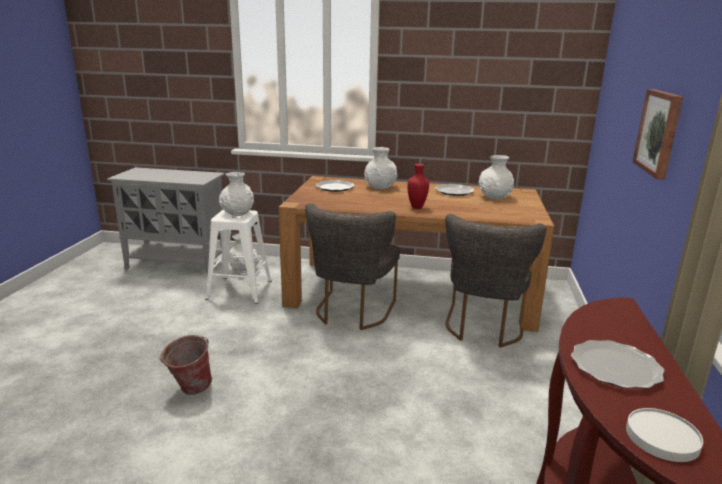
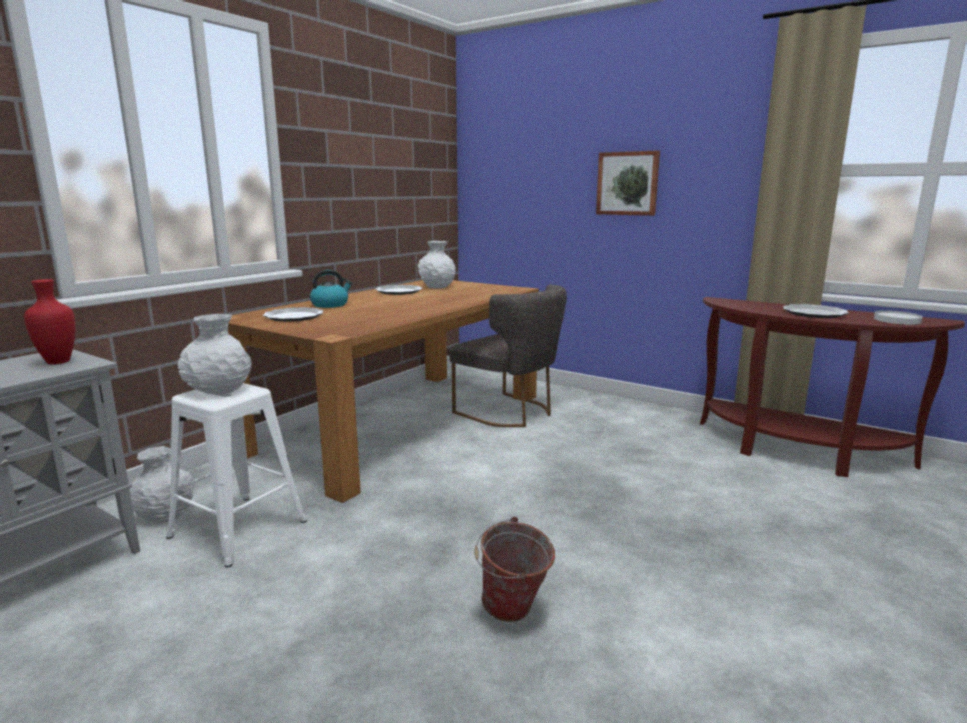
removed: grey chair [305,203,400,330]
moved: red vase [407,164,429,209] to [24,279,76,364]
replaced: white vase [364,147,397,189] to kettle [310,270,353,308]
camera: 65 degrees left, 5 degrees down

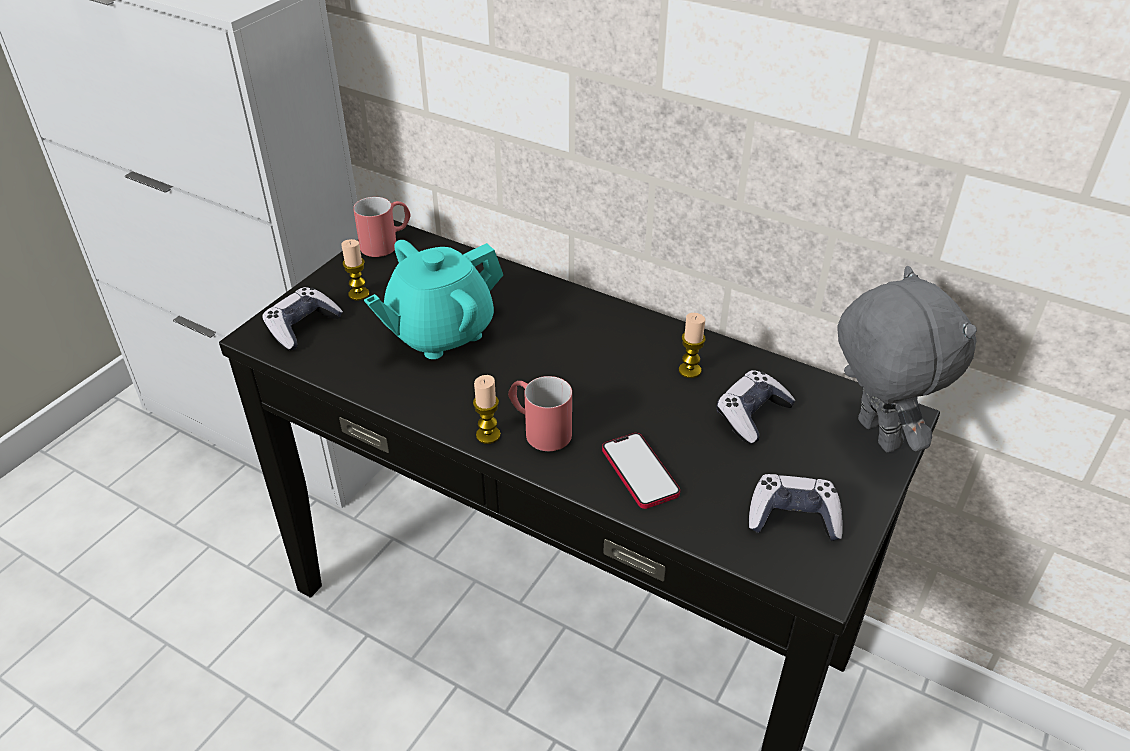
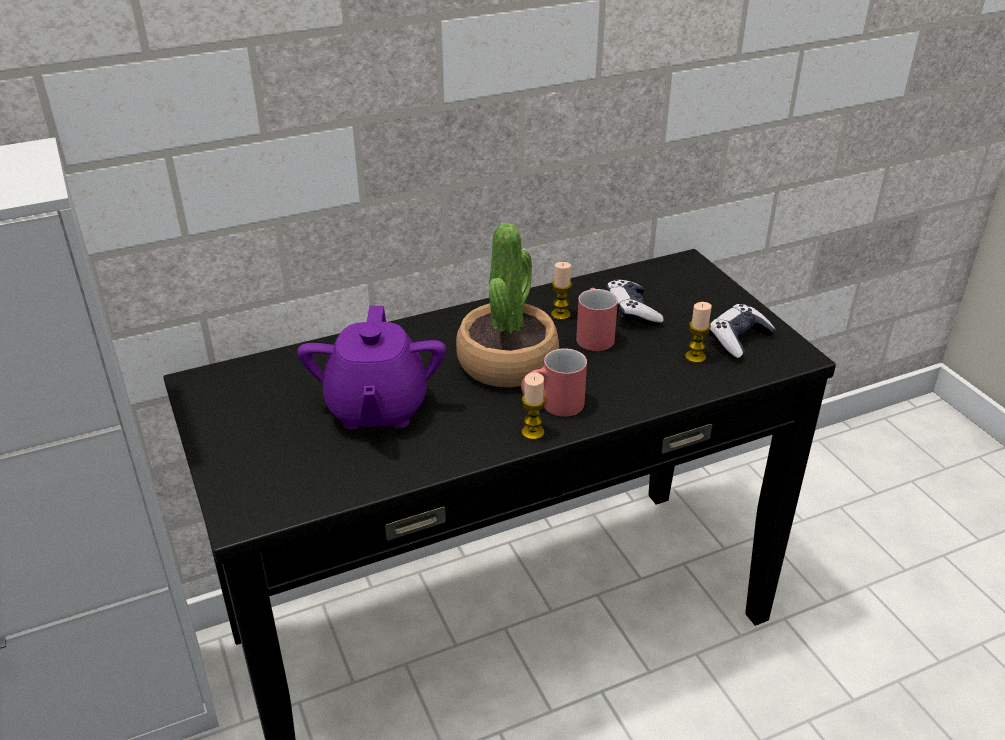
removed: game controller [262,287,343,350]; phone [602,433,680,509]; grey plush toy [837,266,977,453]
added: potted plant [456,223,559,387]
moved: candle [341,239,369,301] to [685,302,712,363]; red mug [353,197,410,257] to [576,288,618,351]
recoloured: turquoise teapot [364,240,503,359] to purple teapot [297,306,446,430]
camera: 55 degrees left, 5 degrees down

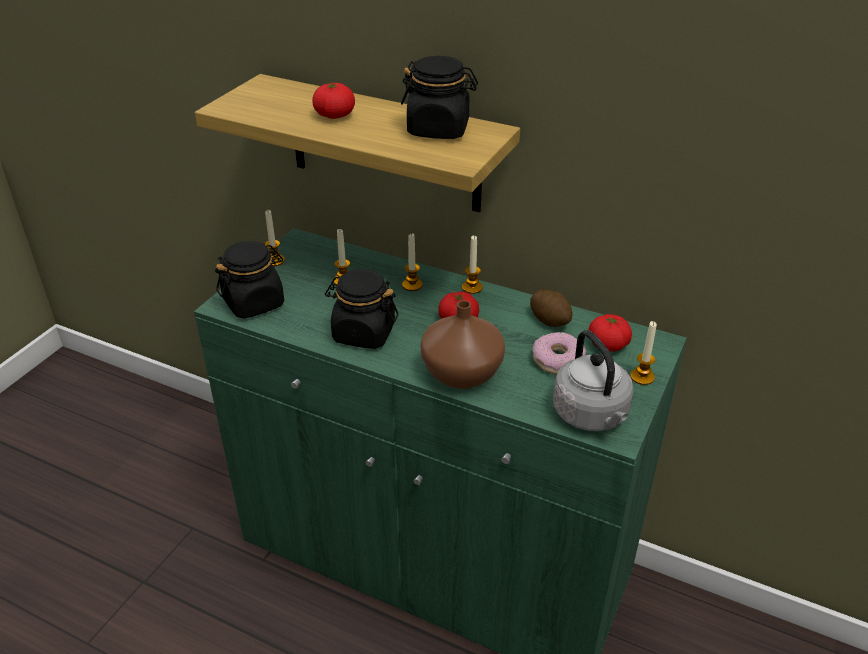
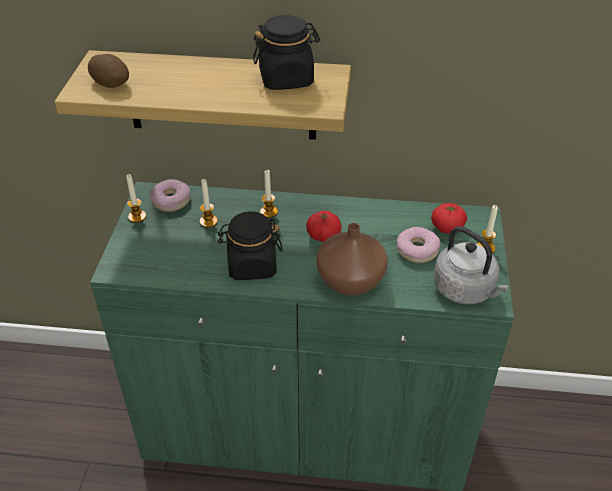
removed: black jar [215,241,284,319]; tomato [312,83,355,119]; candle [462,235,483,294]
added: donut [150,179,191,212]
moved: potato [530,289,573,327] to [88,54,129,88]
camera: 20 degrees left, 5 degrees up

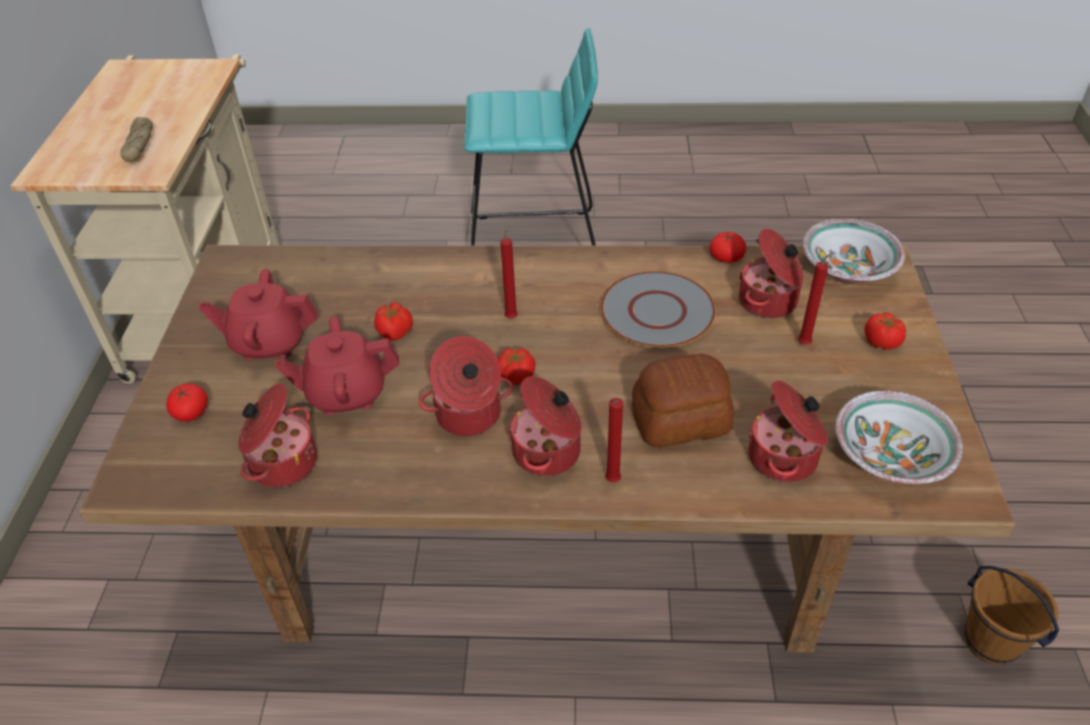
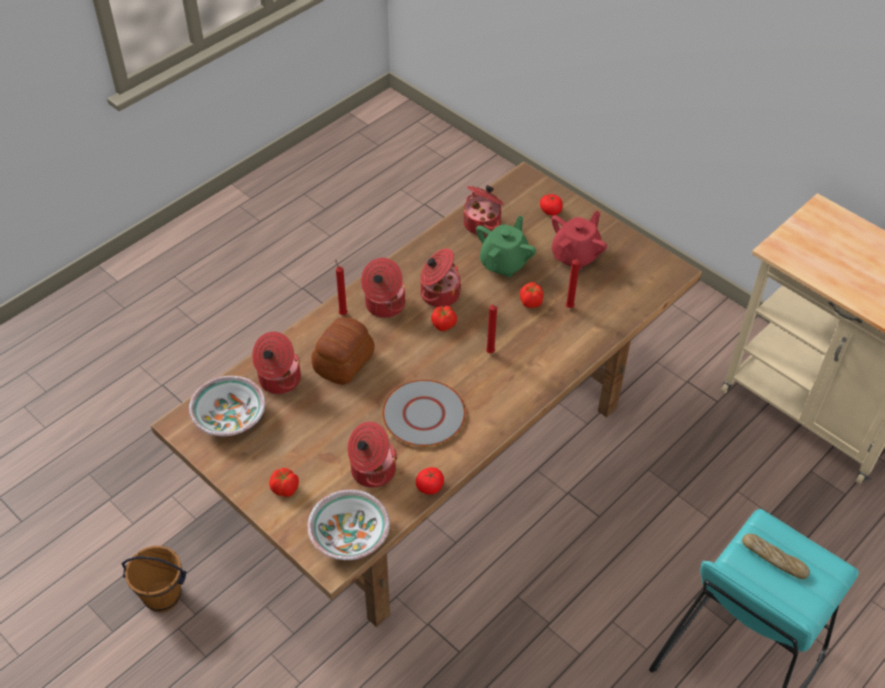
moved: bread [121,117,153,162] to [742,534,810,579]; red candle [798,252,834,344] to [566,259,580,308]
recoloured: red teapot [275,316,400,415] to green teapot [476,216,536,277]
camera: 130 degrees right, 5 degrees up

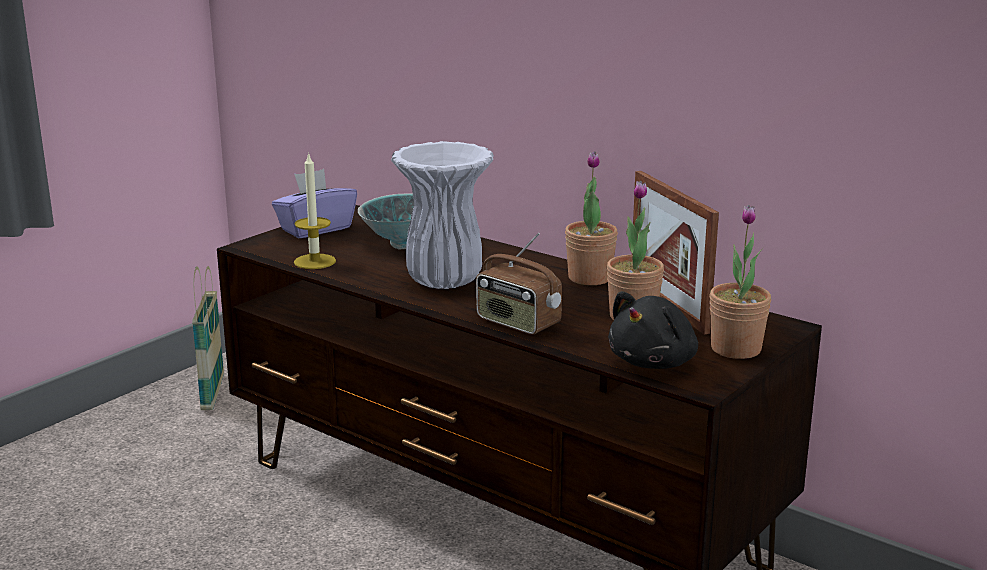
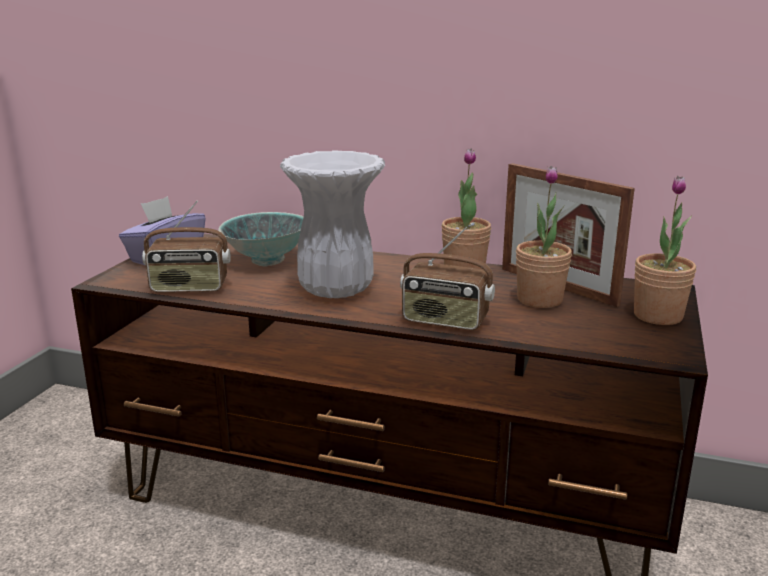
removed: basket [192,266,224,410]; black plush toy [608,291,698,369]
replaced: candle [294,152,336,269] to radio [142,200,231,292]
camera: 20 degrees left, 0 degrees up

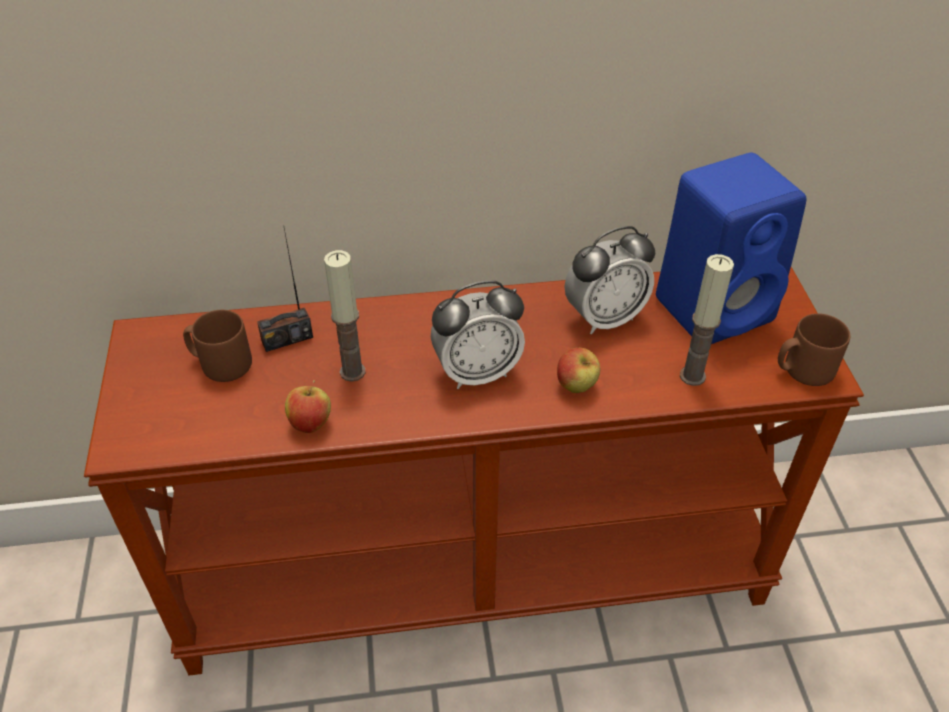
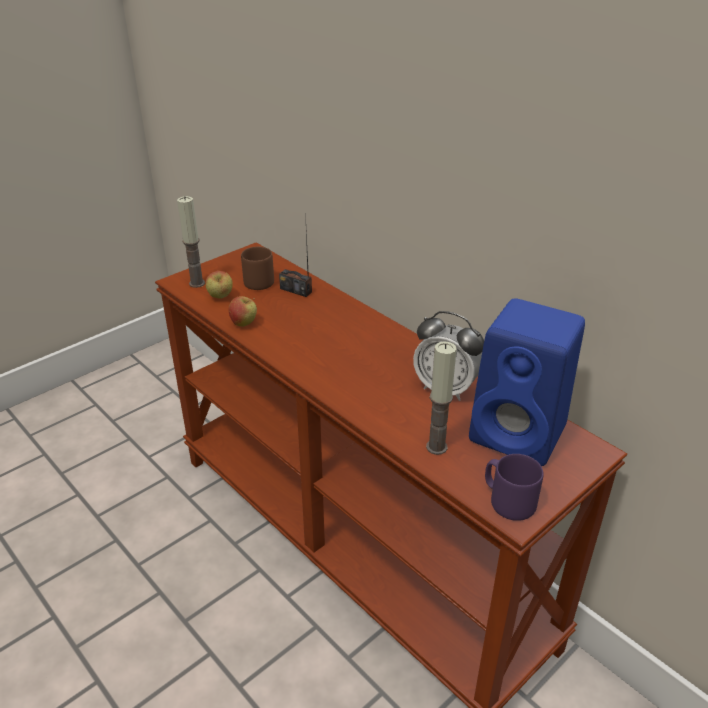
removed: alarm clock [431,280,525,389]
moved: candle [324,250,365,382] to [177,196,205,288]; apple [557,348,600,393] to [206,271,233,299]
recoloured: brown mug [778,313,850,386] to purple mug [485,454,544,521]
camera: 55 degrees right, 10 degrees down

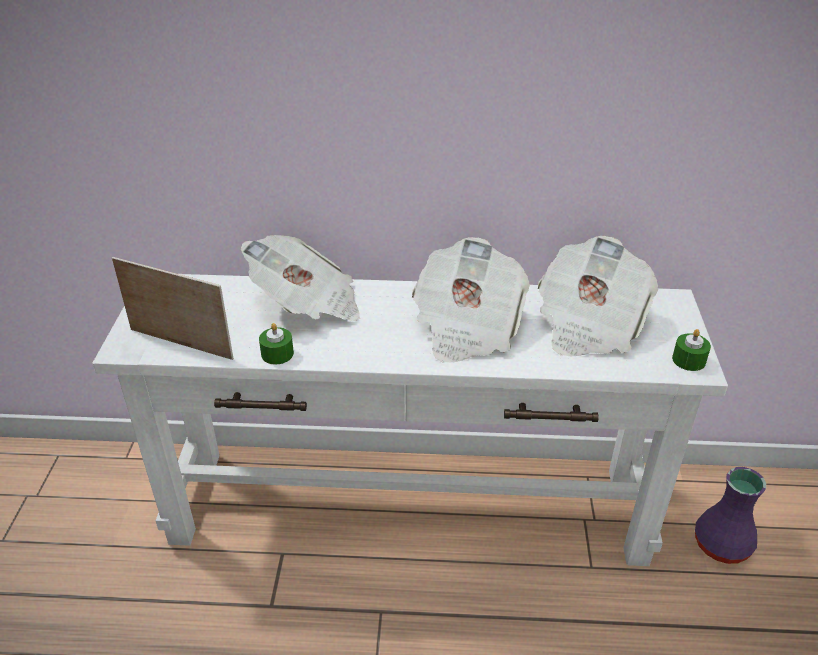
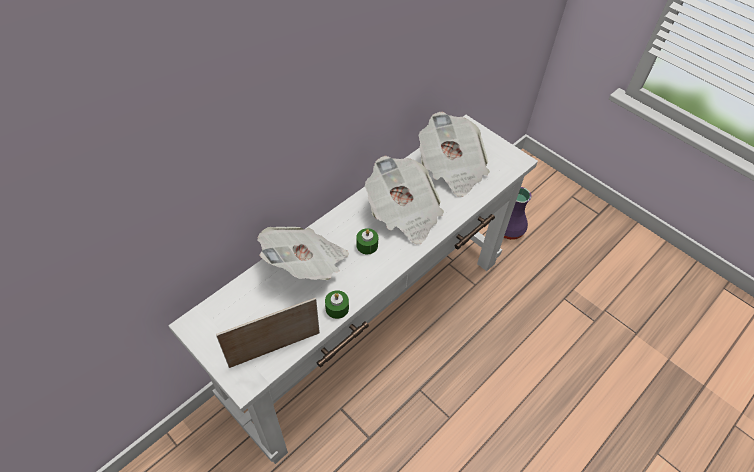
moved: green candle [672,329,711,371] to [356,228,378,254]
camera: 50 degrees left, 15 degrees up

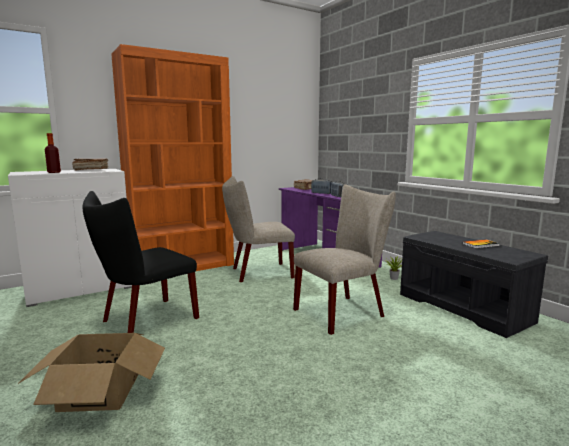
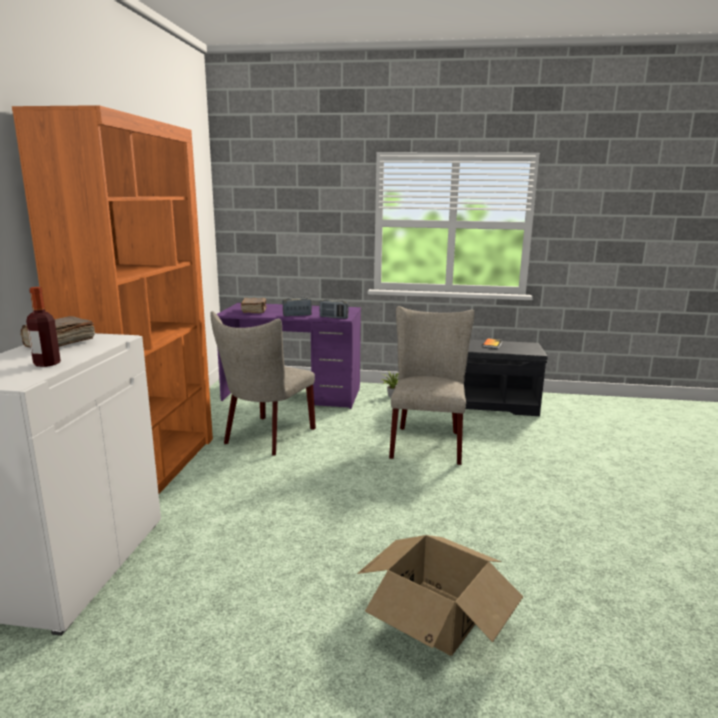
removed: black chair [83,191,199,333]
camera: 50 degrees left, 5 degrees up

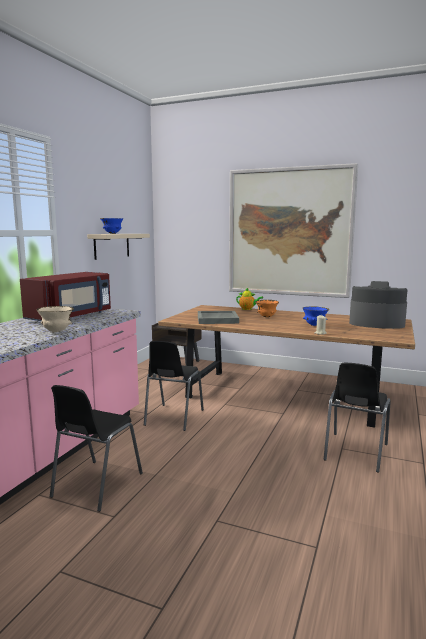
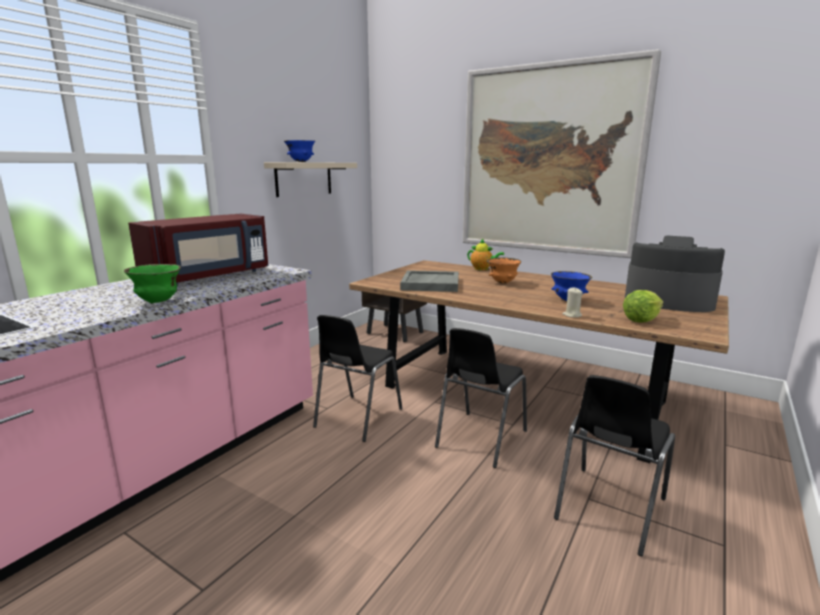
added: lettuce [623,290,664,323]
moved: black chair [50,385,143,512] to [435,328,527,468]
recoloured: beige bowl [37,306,74,333] to green bowl [124,264,181,303]
camera: 10 degrees right, 5 degrees up

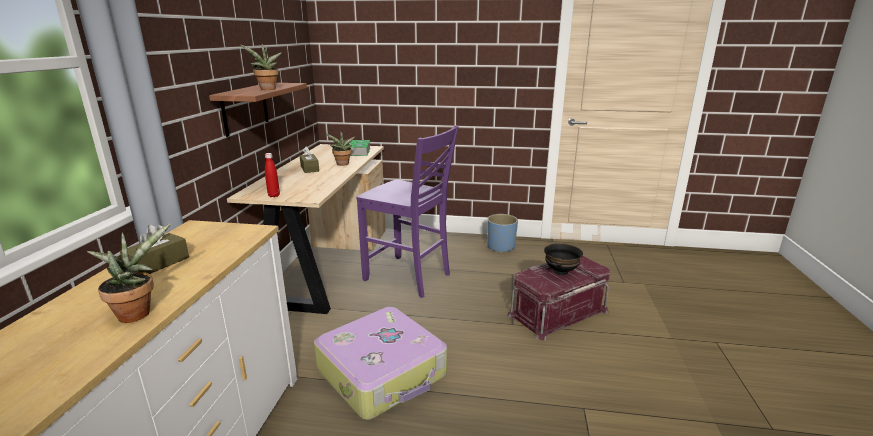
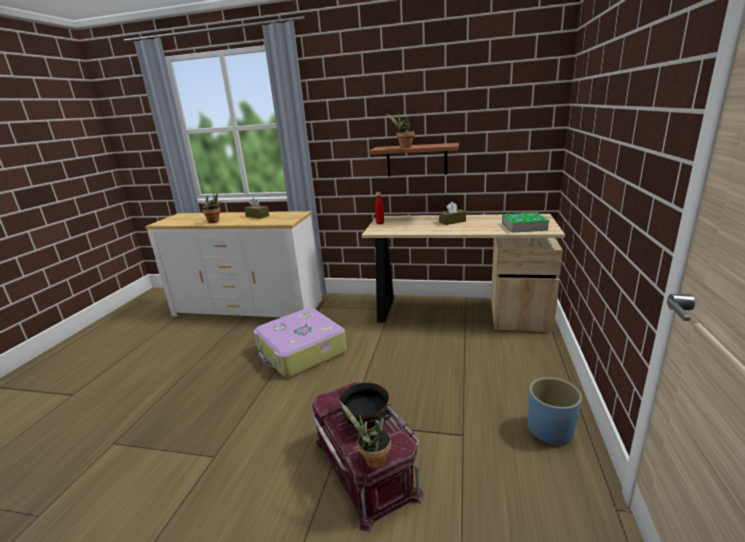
removed: purple chair [356,126,459,298]
moved: potted plant [326,132,356,166] to [339,401,391,469]
camera: 95 degrees right, 0 degrees up

